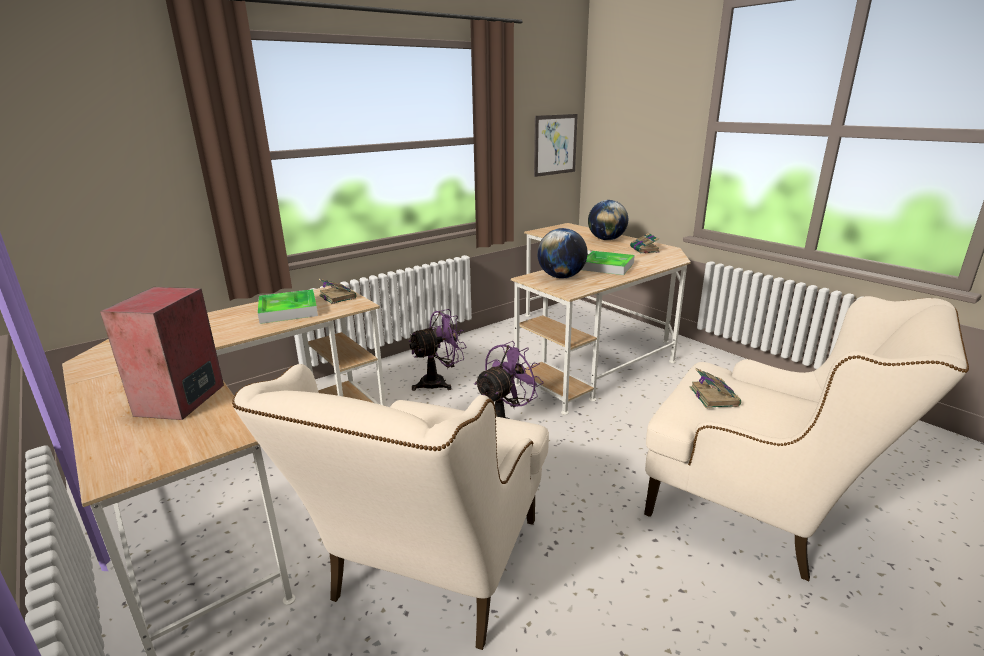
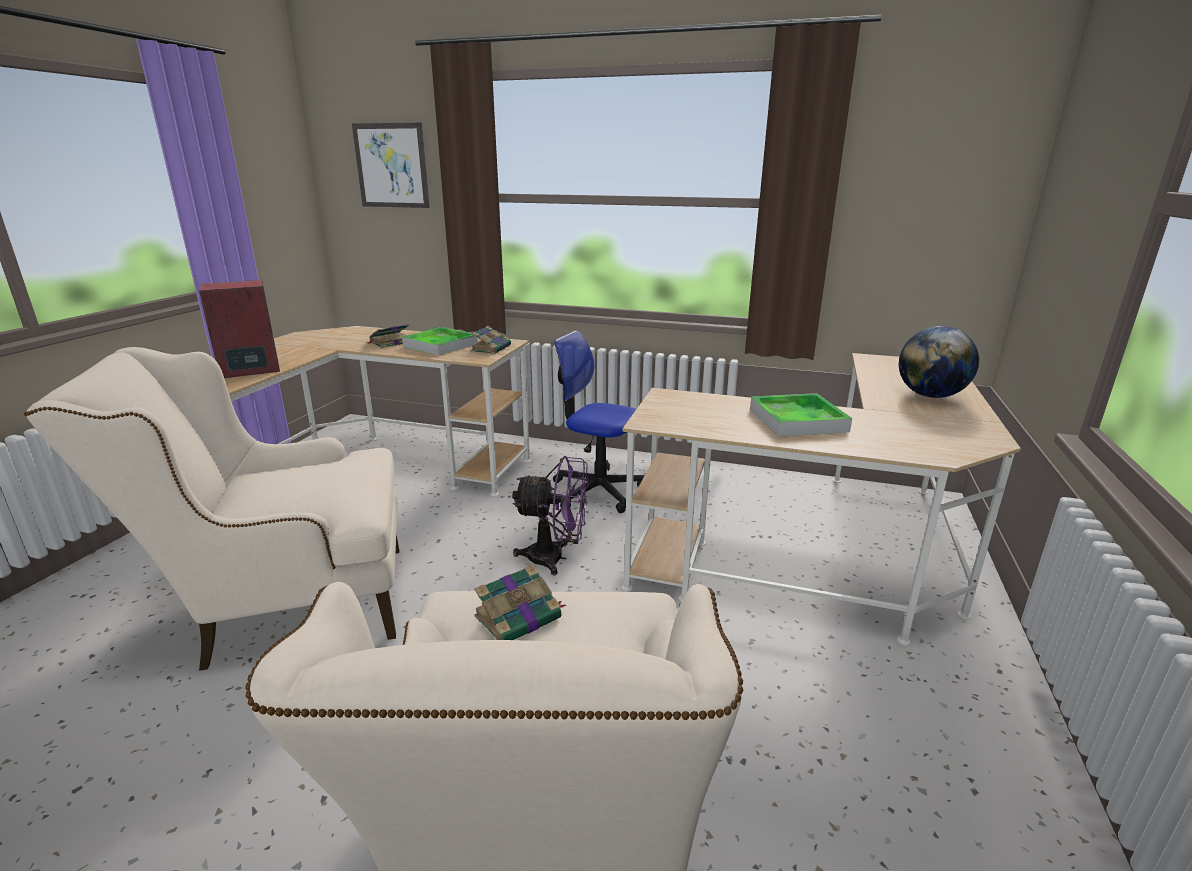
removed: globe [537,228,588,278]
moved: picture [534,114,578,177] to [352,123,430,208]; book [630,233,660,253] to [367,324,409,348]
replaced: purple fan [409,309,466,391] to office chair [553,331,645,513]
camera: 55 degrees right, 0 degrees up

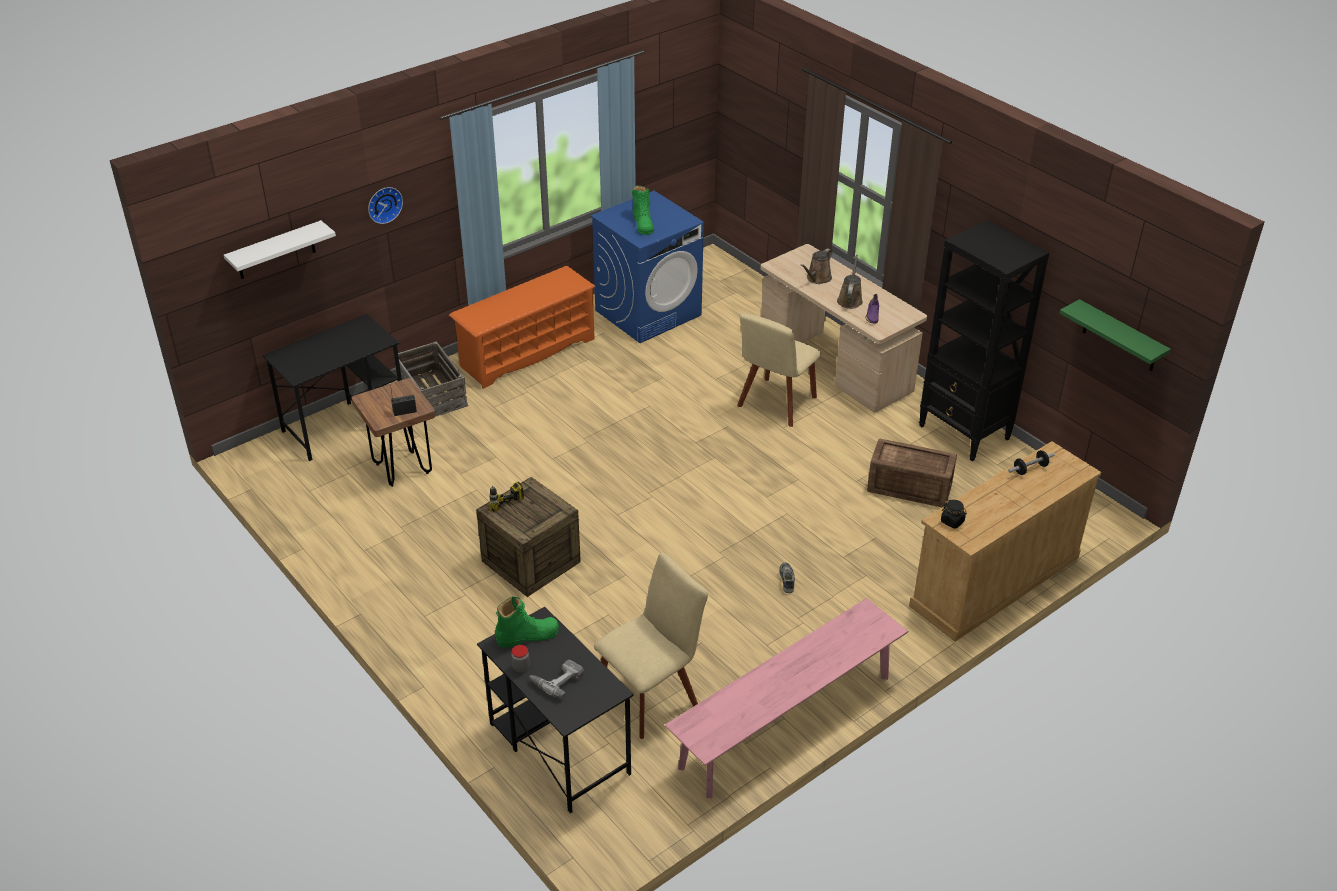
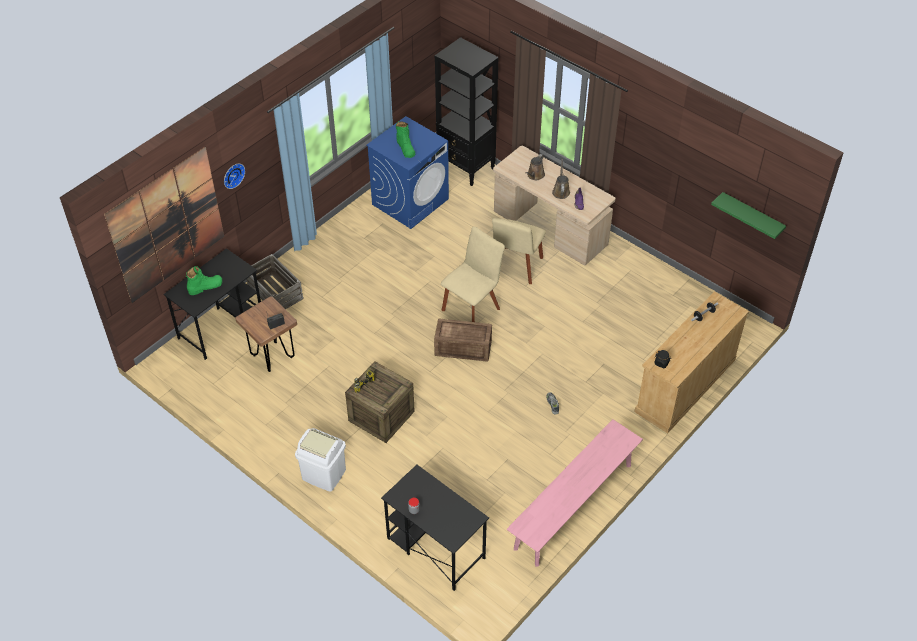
removed: orange shoe rack [449,266,596,389]; power drill [530,660,584,699]
added: white trash can [295,428,346,492]
moved: green boot [495,597,559,648] to [186,266,222,295]; beige chair [594,553,708,739] to [441,226,505,322]; crate [867,439,957,507] to [434,319,492,361]; black bookcase [919,220,1049,461] to [434,37,499,186]
replaced: white shelf [224,220,336,279] to picture [104,147,225,303]
camera: 10 degrees left, 10 degrees up

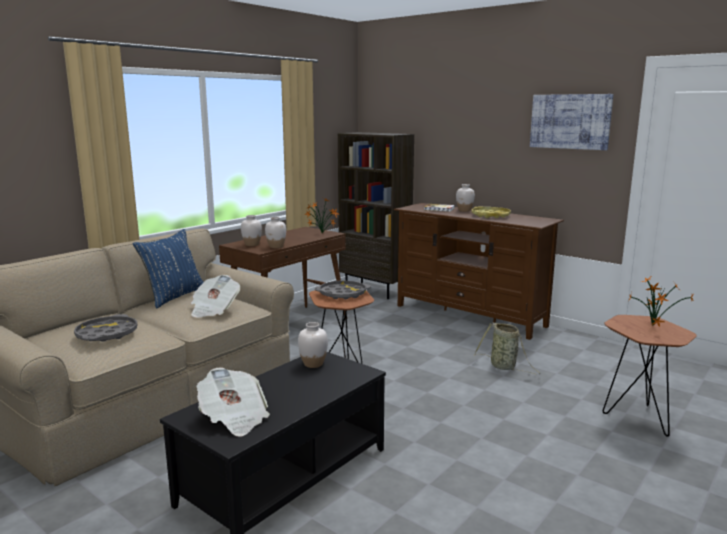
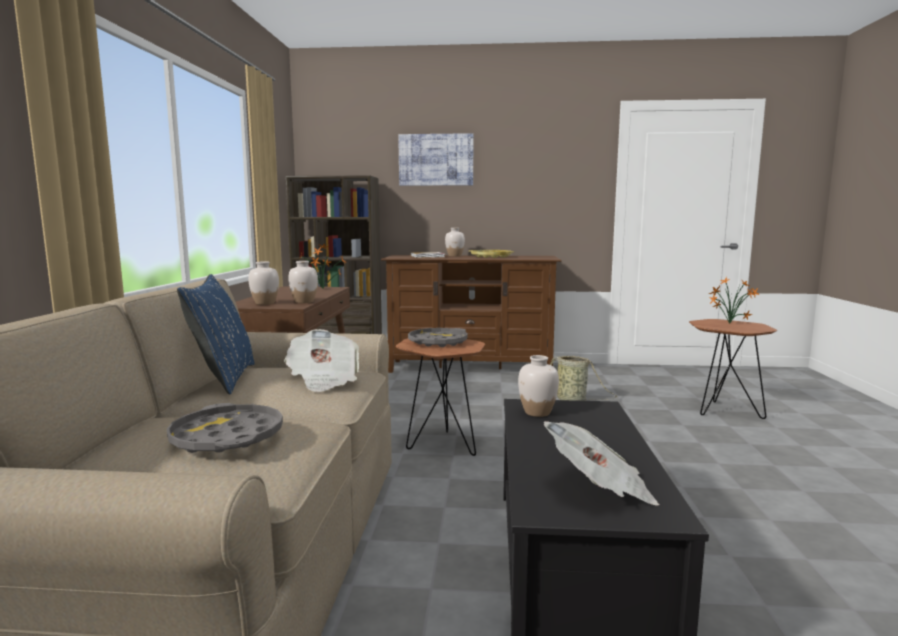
moved: picture [530,94,613,150] to [398,133,474,186]
camera: 35 degrees left, 5 degrees down

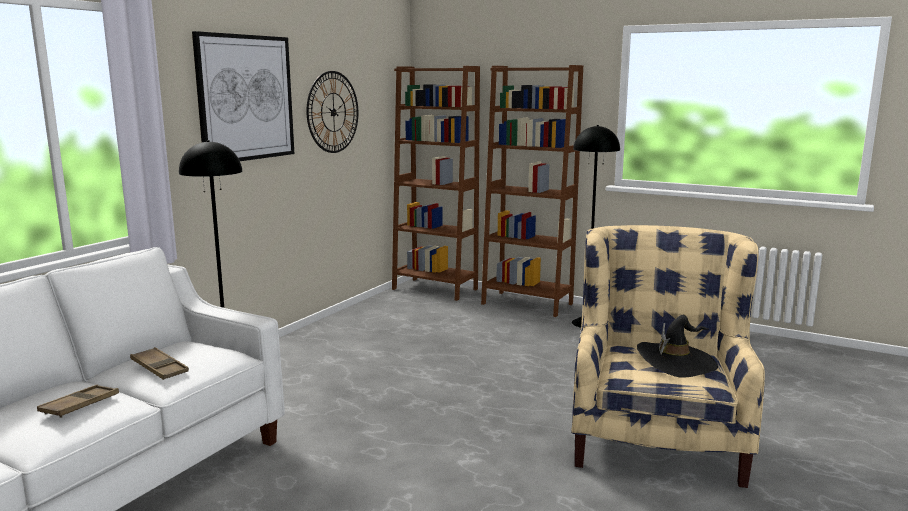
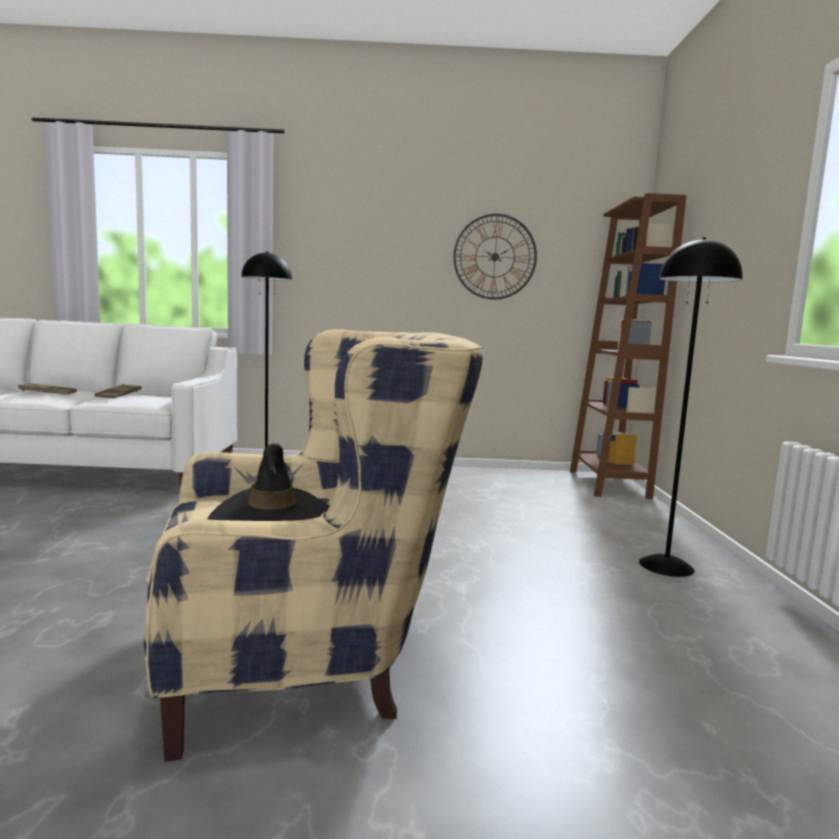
removed: picture [192,31,294,161]; brown bookcase [481,65,583,317]
camera: 60 degrees right, 5 degrees down

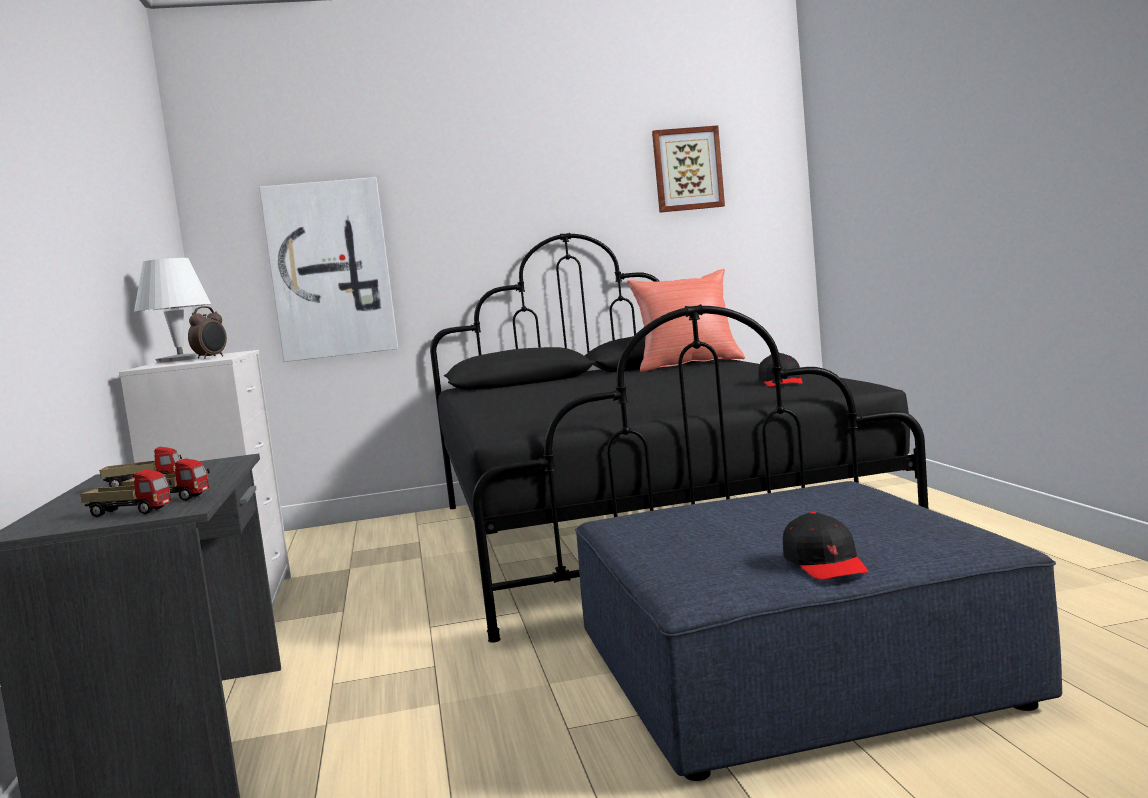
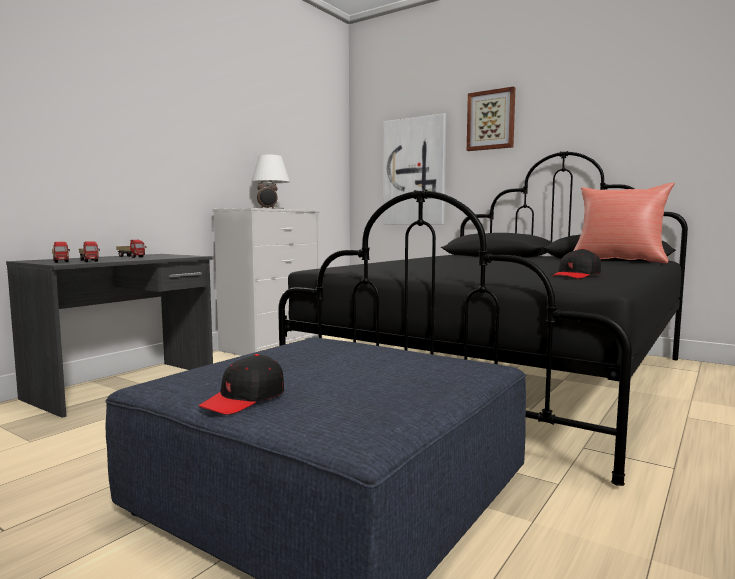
moved: picture [652,125,725,213] to [467,86,515,151]
camera: 45 degrees right, 0 degrees up

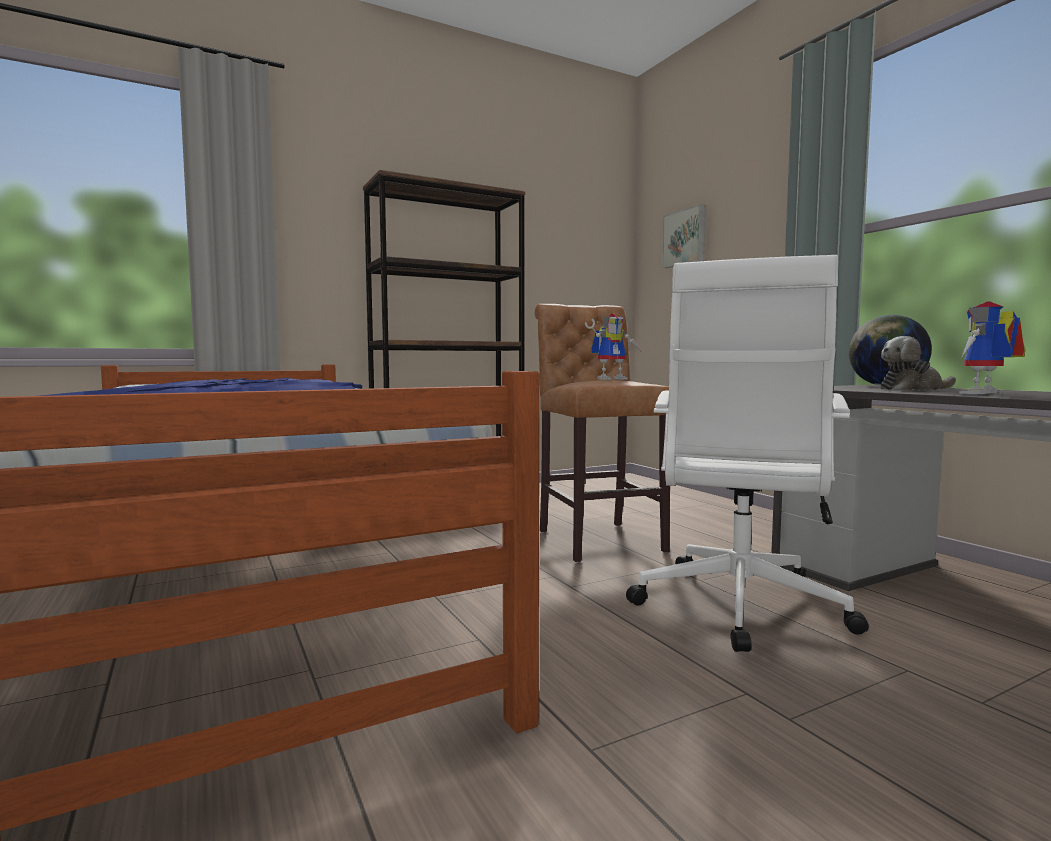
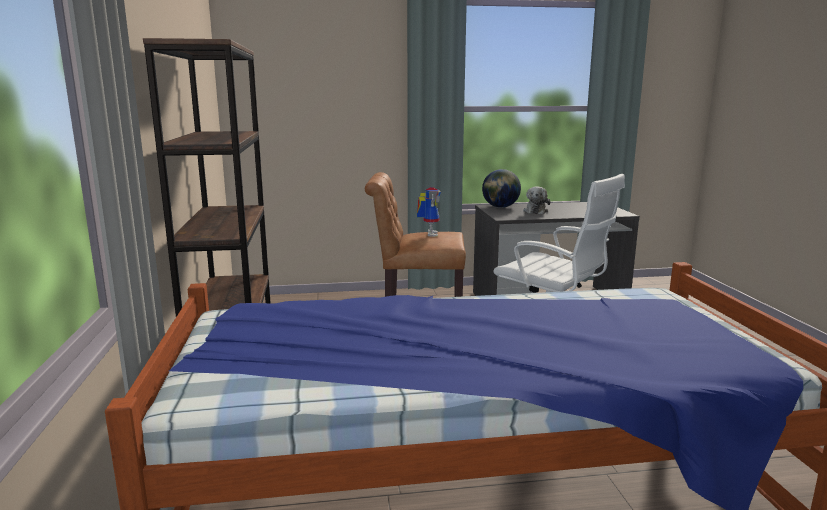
removed: picture [662,204,706,268]; toy robot [959,301,1025,395]
camera: 70 degrees left, 10 degrees up

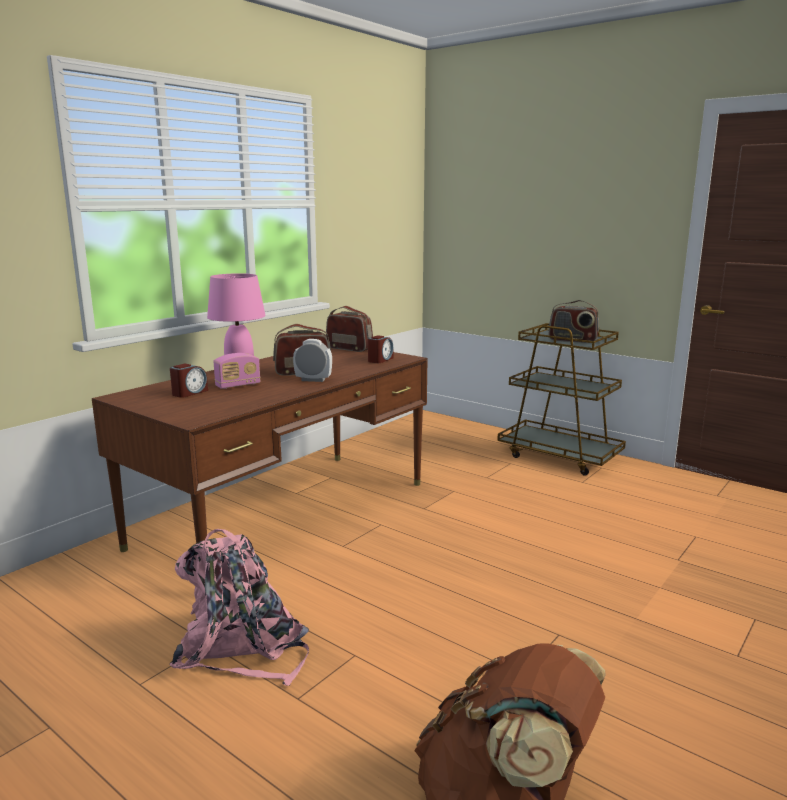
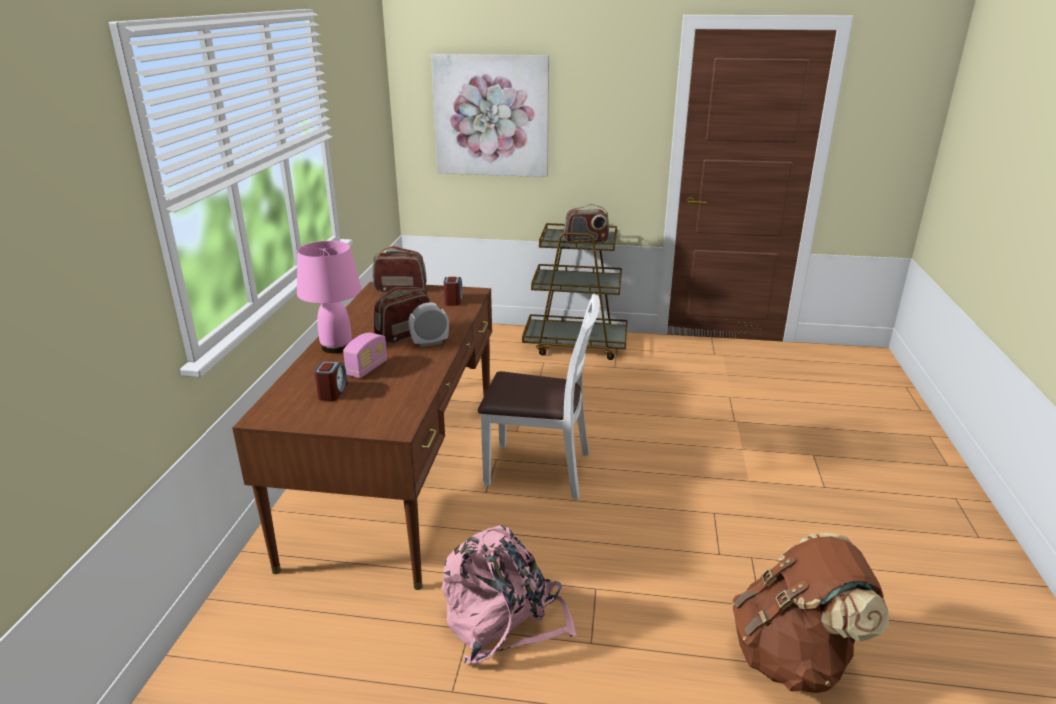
added: picture [431,54,549,177]; white chair [478,294,600,500]
camera: 30 degrees left, 10 degrees up

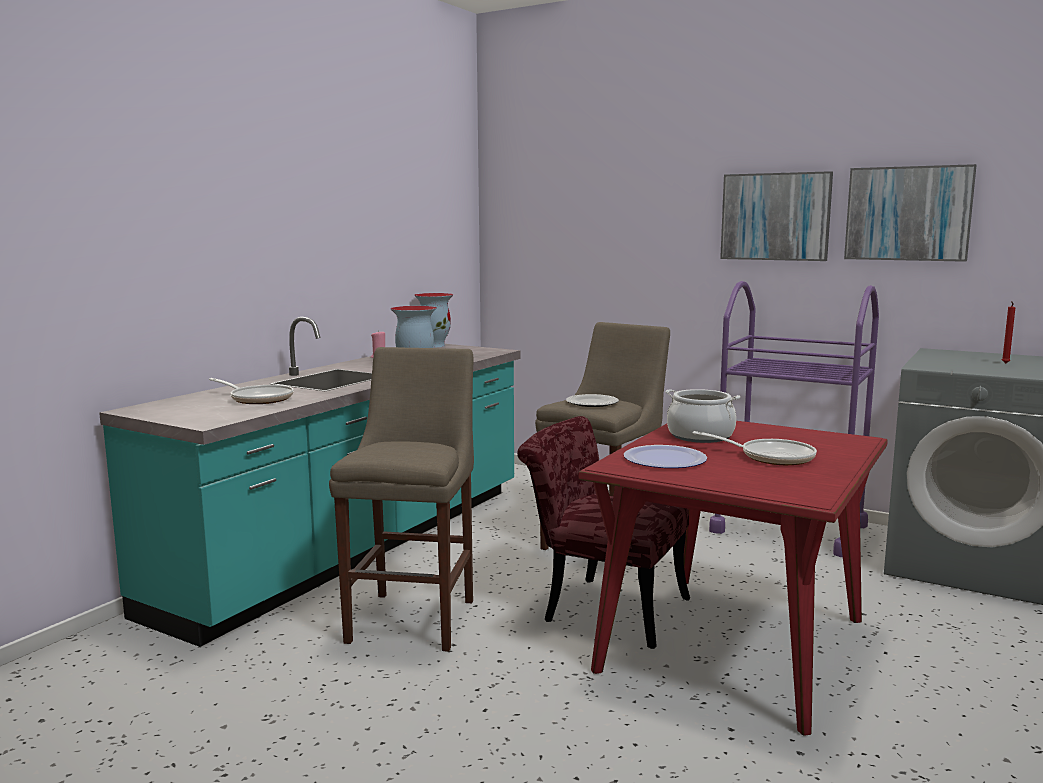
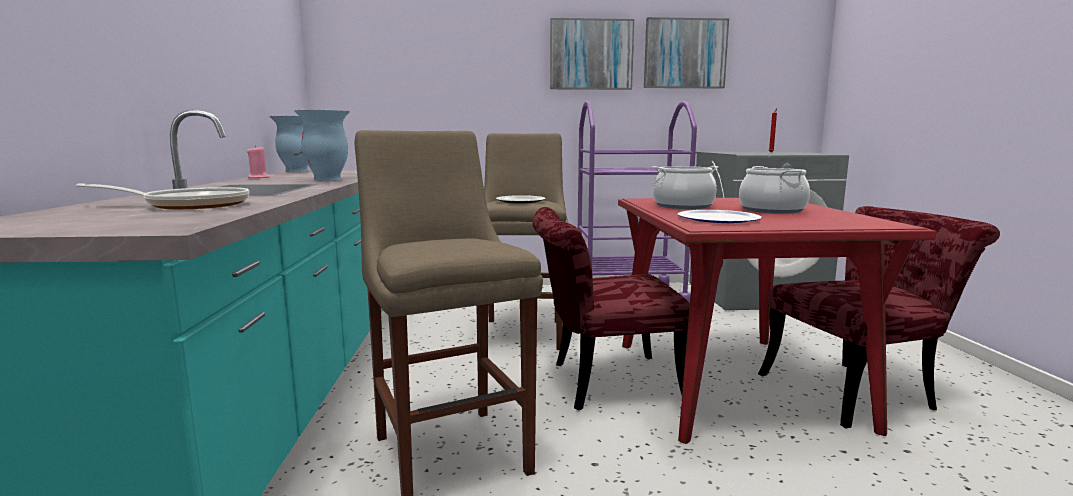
added: red chair [758,206,1000,428]
replaced: frying pan [693,431,817,465] to cooking pot [739,166,810,214]
camera: 35 degrees left, 0 degrees up

